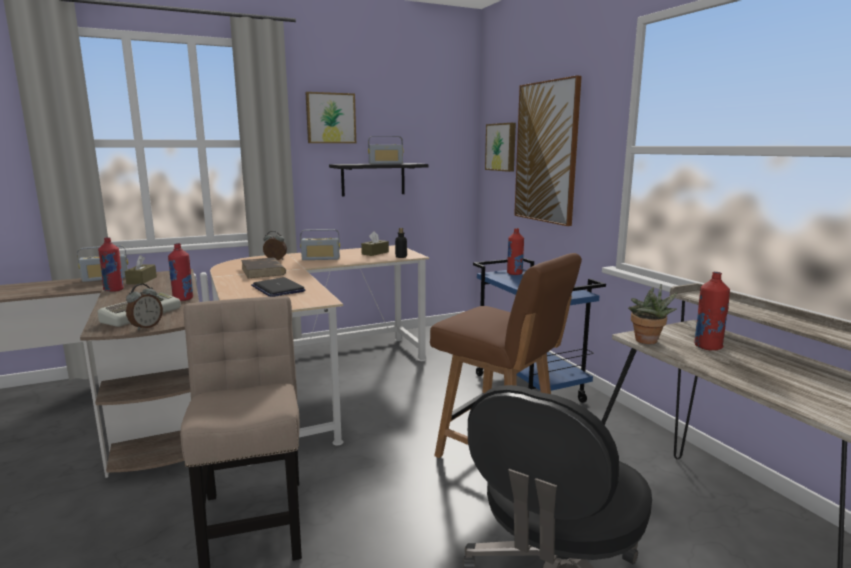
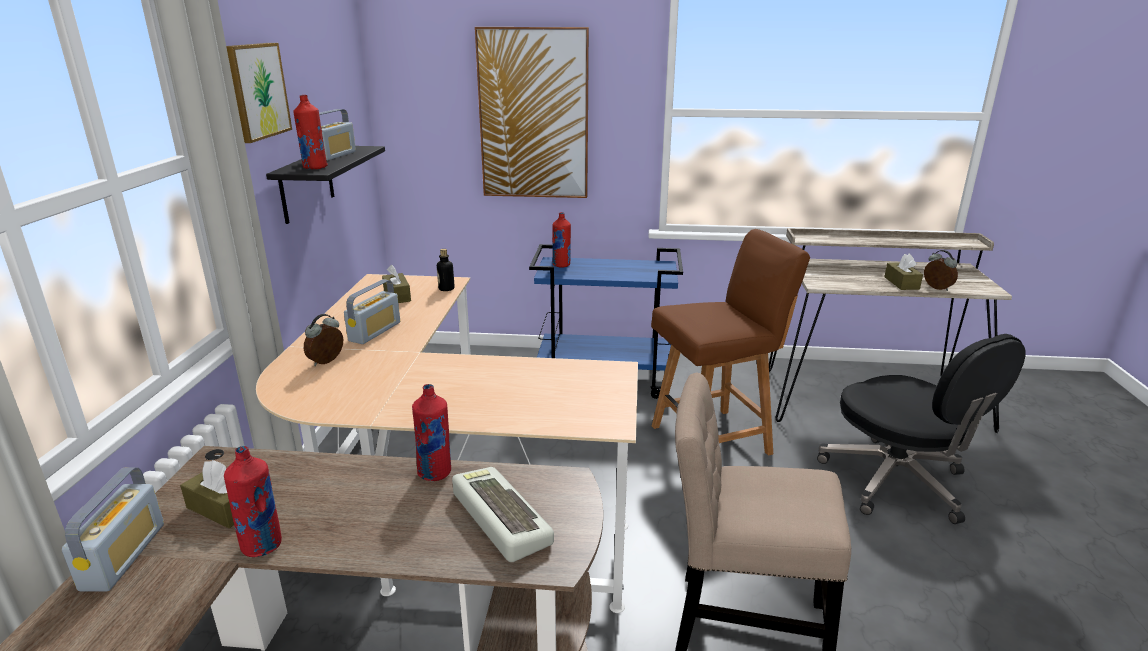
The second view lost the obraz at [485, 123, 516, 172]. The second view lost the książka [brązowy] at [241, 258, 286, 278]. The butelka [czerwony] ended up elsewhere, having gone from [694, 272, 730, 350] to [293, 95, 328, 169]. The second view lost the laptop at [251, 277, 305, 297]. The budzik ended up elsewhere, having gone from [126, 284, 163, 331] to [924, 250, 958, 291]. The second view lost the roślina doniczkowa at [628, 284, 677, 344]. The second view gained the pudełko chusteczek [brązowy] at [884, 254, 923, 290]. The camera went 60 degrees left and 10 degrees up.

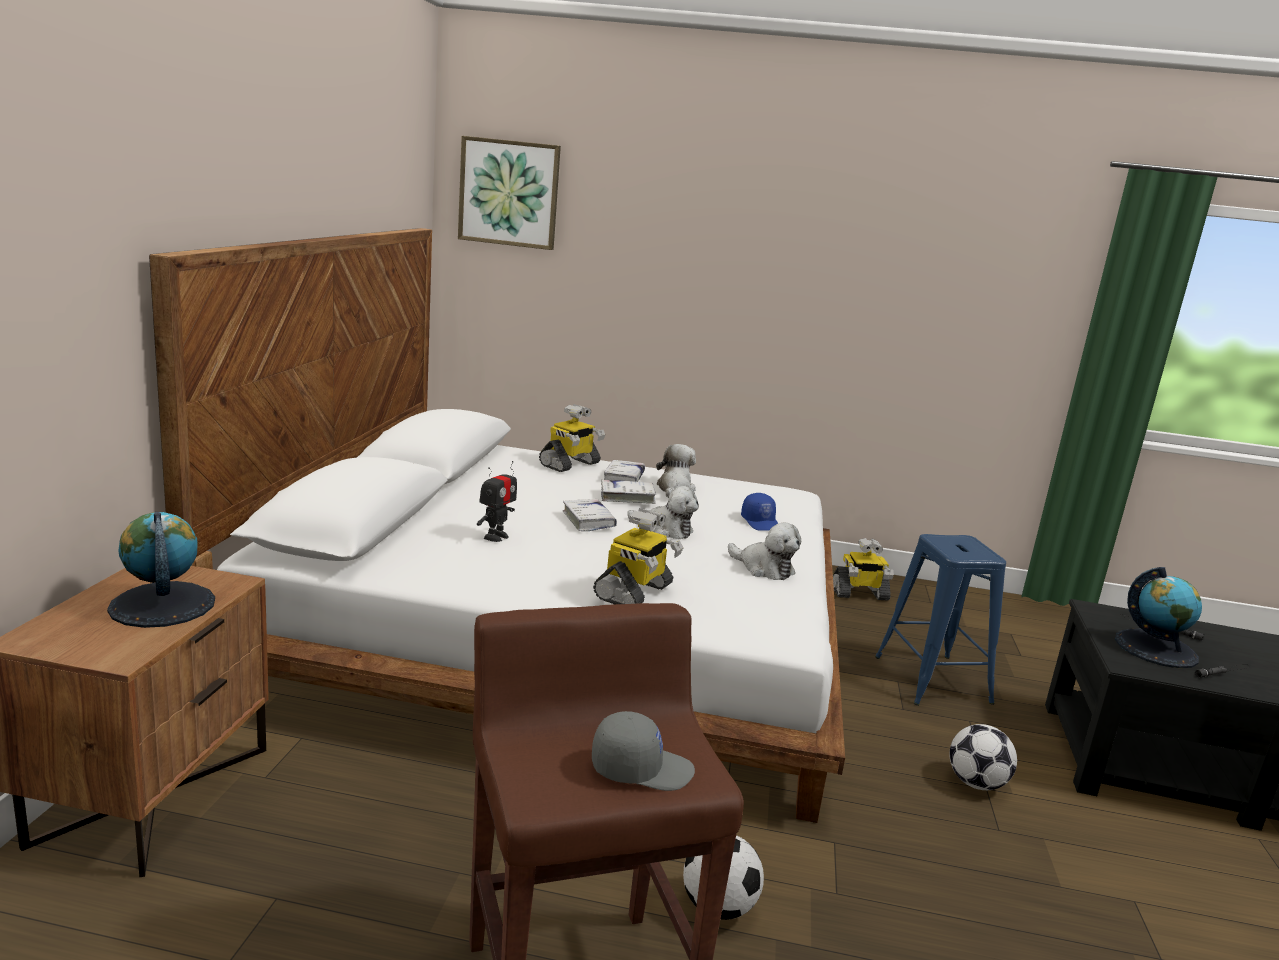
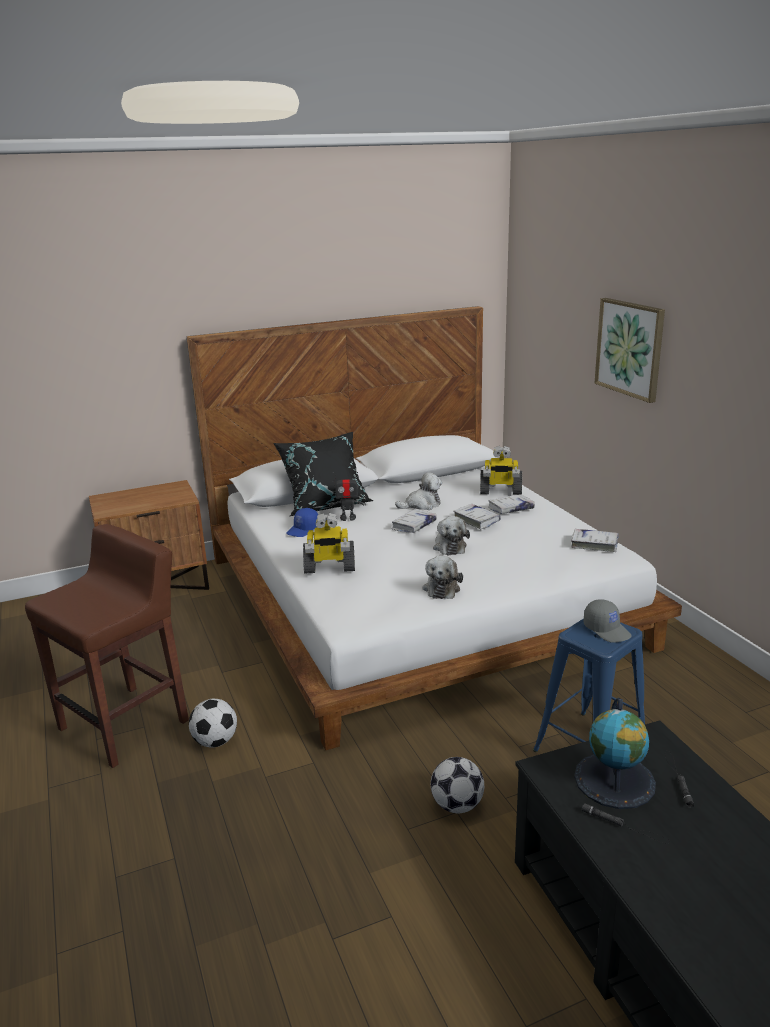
The obraz ended up elsewhere, having gone from [458, 136, 561, 250] to [595, 298, 665, 403]. The pluszak ended up elsewhere, having gone from [656, 444, 696, 498] to [395, 472, 442, 510]. The czapka z daszkiem [niebieski] ended up elsewhere, having gone from [741, 493, 778, 531] to [286, 508, 318, 537]. The second view lost the globus at [107, 512, 215, 628]. The second view lost the robot zabawkowy at [833, 538, 894, 601]. The czapka z daszkiem [szary] ended up elsewhere, having gone from [592, 711, 695, 791] to [584, 599, 632, 643]. The second view gained the poduszka [czarny] at [273, 432, 374, 516]. The second view gained the książka [biały] at [571, 529, 619, 552]. The camera went 60 degrees right and 5 degrees up.

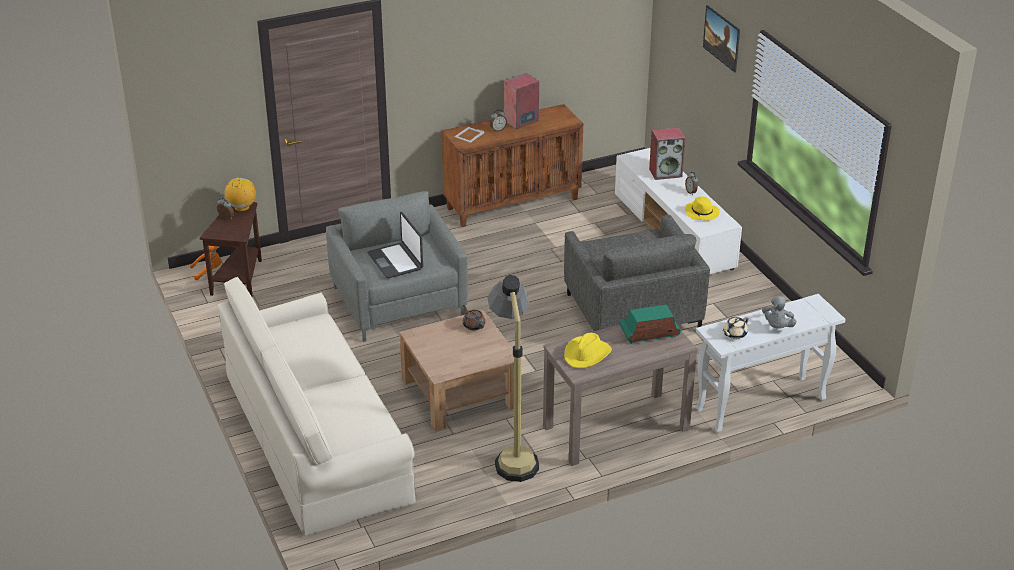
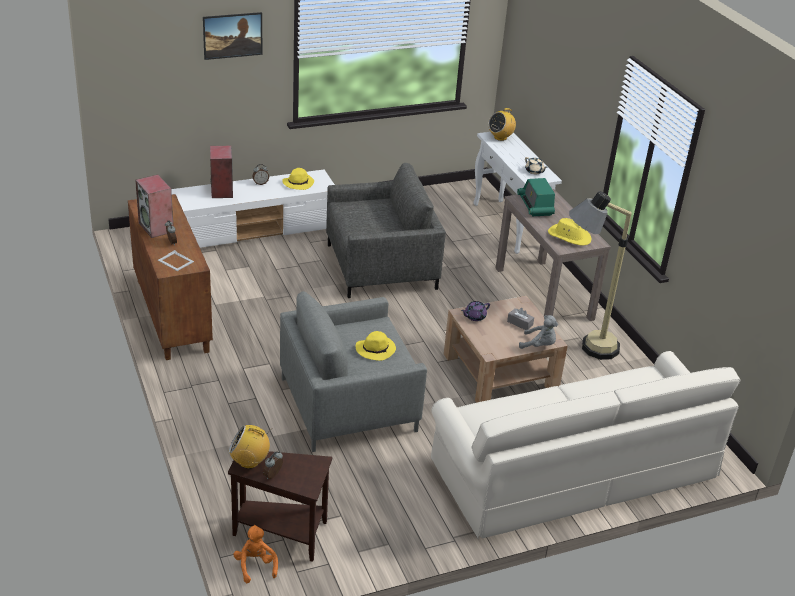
Where the laptop stood at [368, 212, 423, 278], the kapelusz [żółty] came to stand at [356, 331, 396, 361]. The pluszak [szary] ended up elsewhere, having gone from [762, 296, 797, 329] to [519, 315, 558, 349]. What was the imbryk [brązowy] at [463, 305, 485, 330] turned into the imbryk [fioletowy] at [461, 301, 490, 321]. The second view gained the radio at [488, 108, 516, 141]. The second view gained the pudełko chusteczek [szary] at [507, 308, 534, 330]. The camera went 90 degrees left and 0 degrees up.

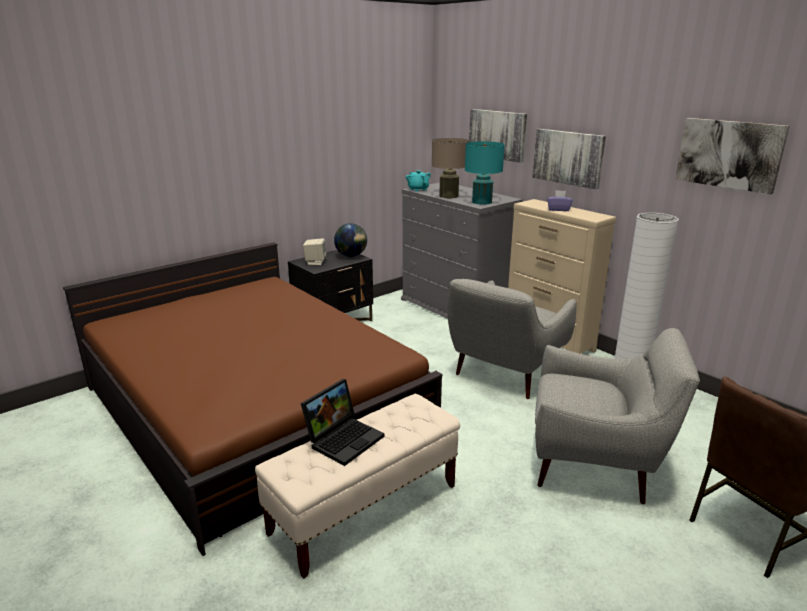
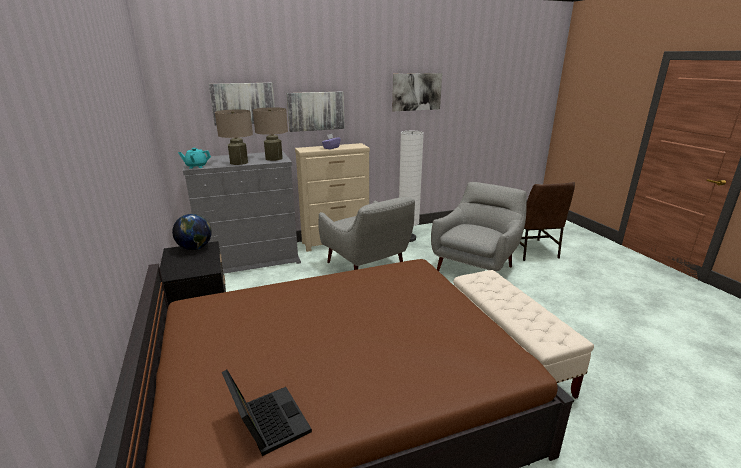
What was the lampa stołowa [turkusowy] at [465, 141, 505, 205] turned into the lampa stołowa [beżowy] at [253, 107, 288, 161]. The second view lost the głośnik [beżowy] at [303, 238, 327, 265]. The laptop ended up elsewhere, having gone from [301, 379, 384, 466] to [222, 370, 312, 456]. The camera went 70 degrees left and 0 degrees up.

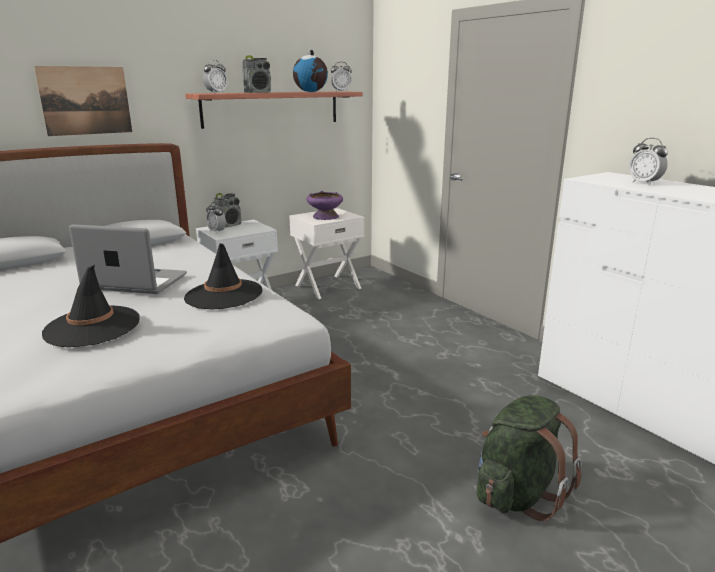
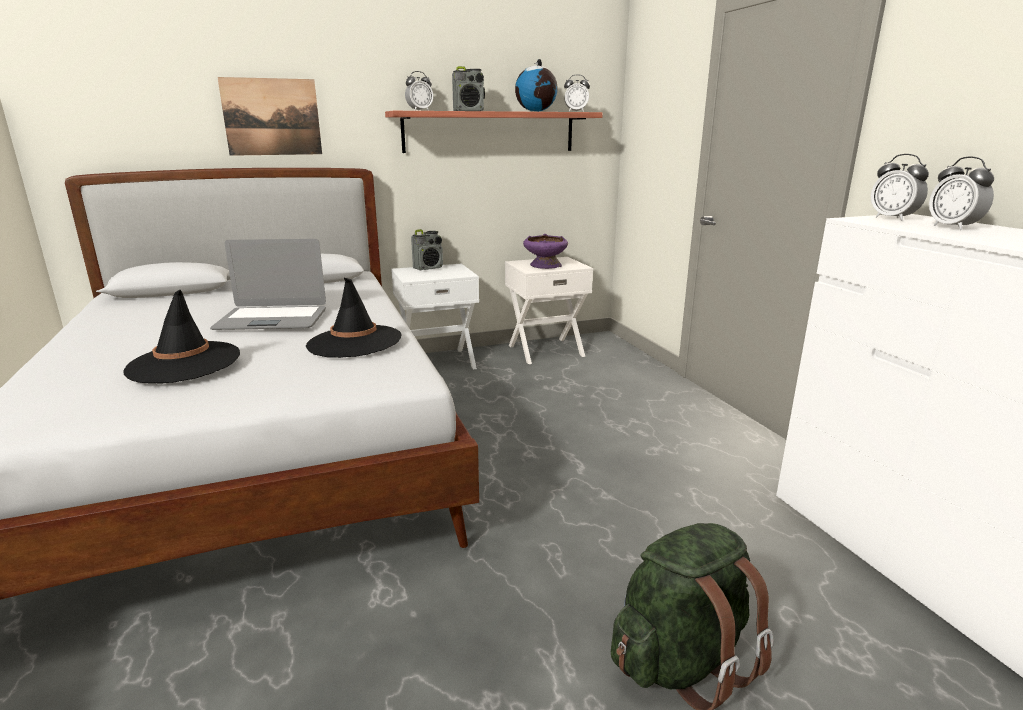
The budzik ended up elsewhere, having gone from [206, 202, 226, 233] to [871, 154, 929, 221]. The laptop at [69, 224, 187, 294] ended up facing another way, 150 degrees clockwise from before. The camera went 15 degrees right and 0 degrees up.

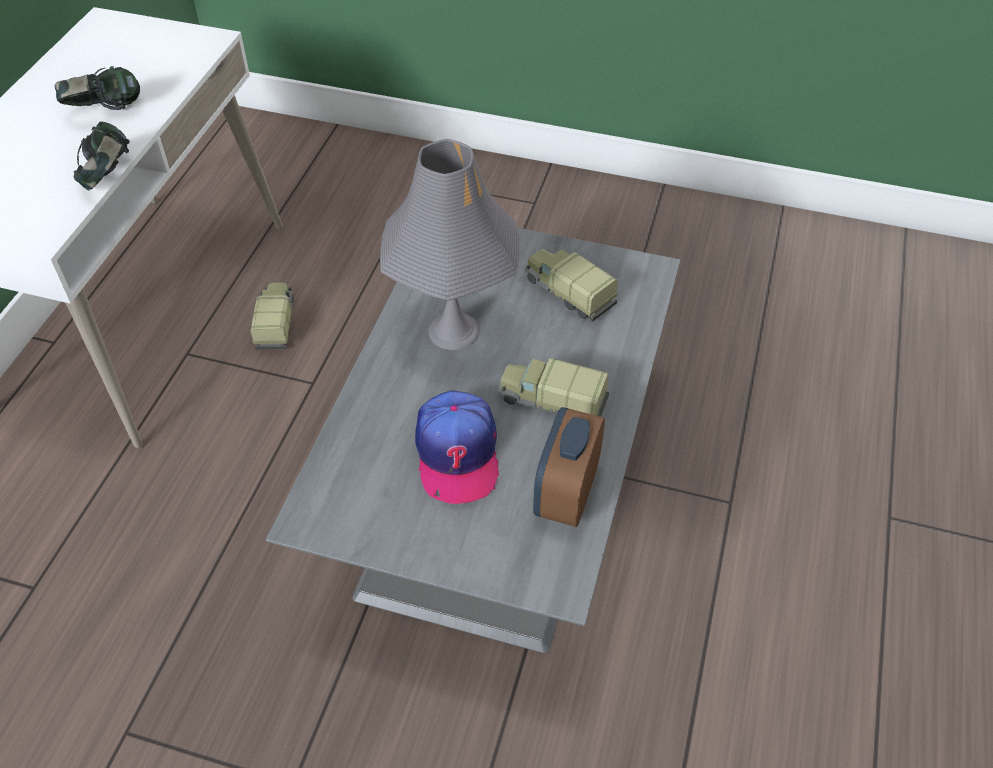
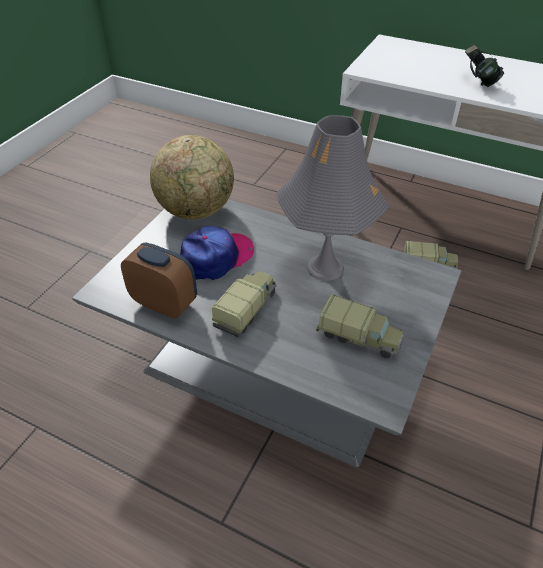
The second view lost the słuchawki at [74, 122, 130, 190]. The ciężarówka zabawkowa at [524, 249, 618, 322] ended up facing another way, 60 degrees clockwise from before. The czapka z daszkiem at [415, 390, 499, 504] ended up facing another way, 135 degrees clockwise from before. The second view gained the globus at [150, 135, 234, 220]. The camera went 100 degrees right and 5 degrees down.

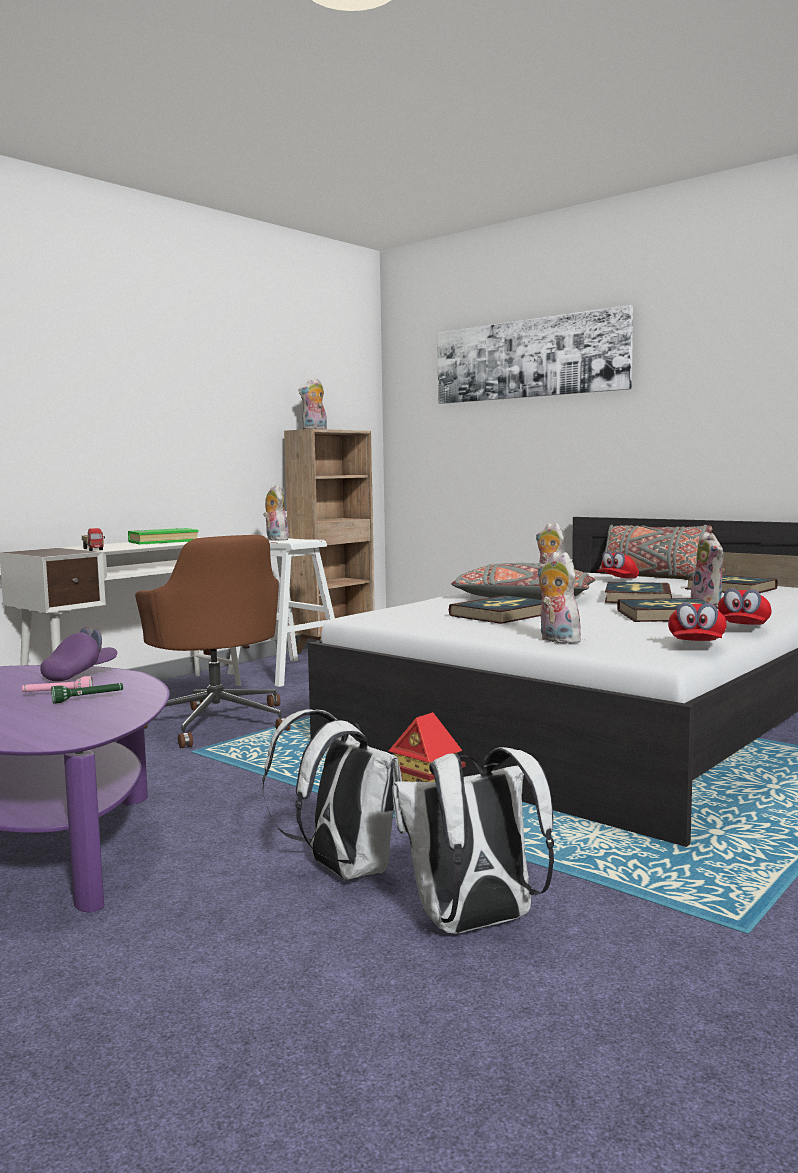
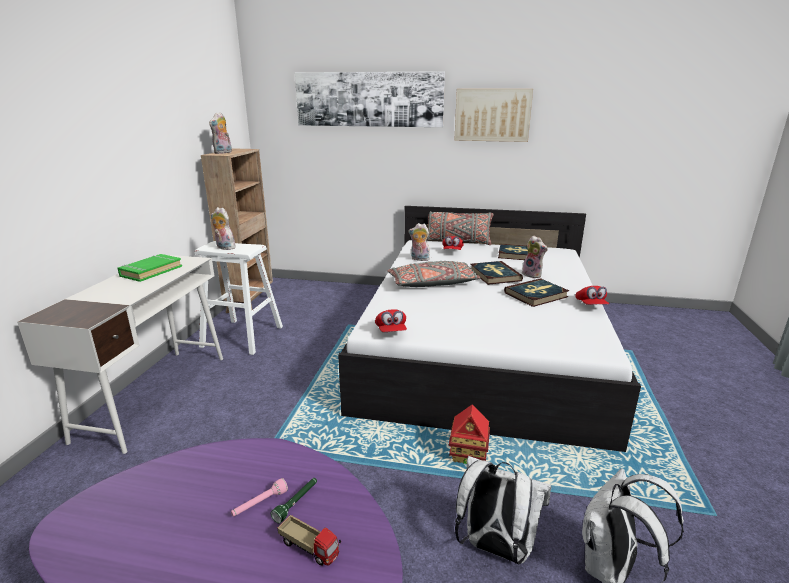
The ciężarówka zabawkowa ended up elsewhere, having gone from [82, 528, 105, 551] to [278, 515, 341, 566]. The second view lost the krzesło biurowe [brązowy] at [135, 535, 290, 748]. The second view lost the pluszak at [537, 552, 584, 644]. The second view lost the książka at [449, 595, 542, 624]. The czapka z daszkiem [czerwony] ended up elsewhere, having gone from [668, 602, 726, 641] to [375, 309, 407, 332]. The second view lost the czapka z daszkiem [fioletowy] at [40, 628, 117, 681]. The second view gained the obraz at [454, 89, 533, 142]. The camera went 30 degrees left and 15 degrees up.

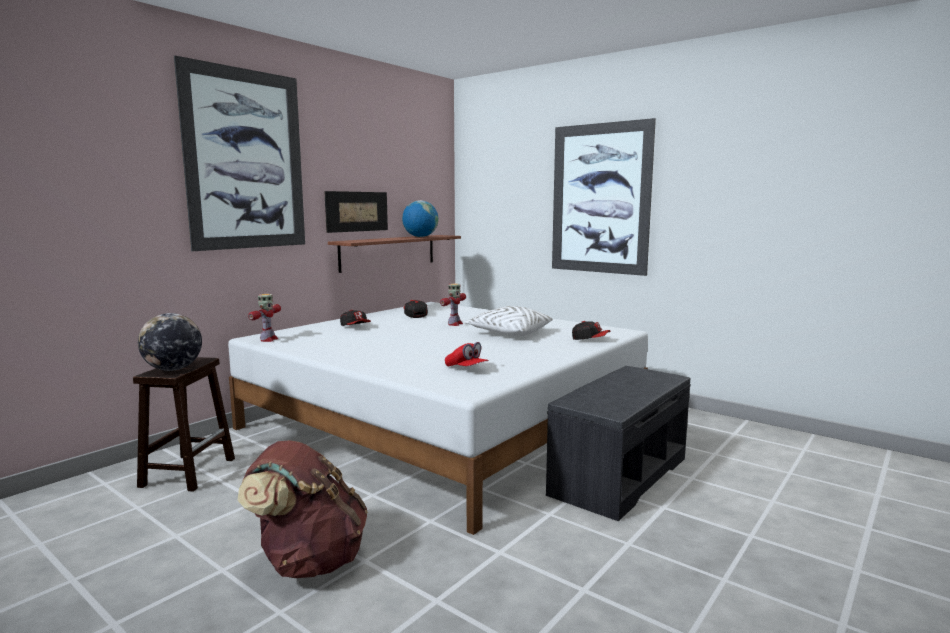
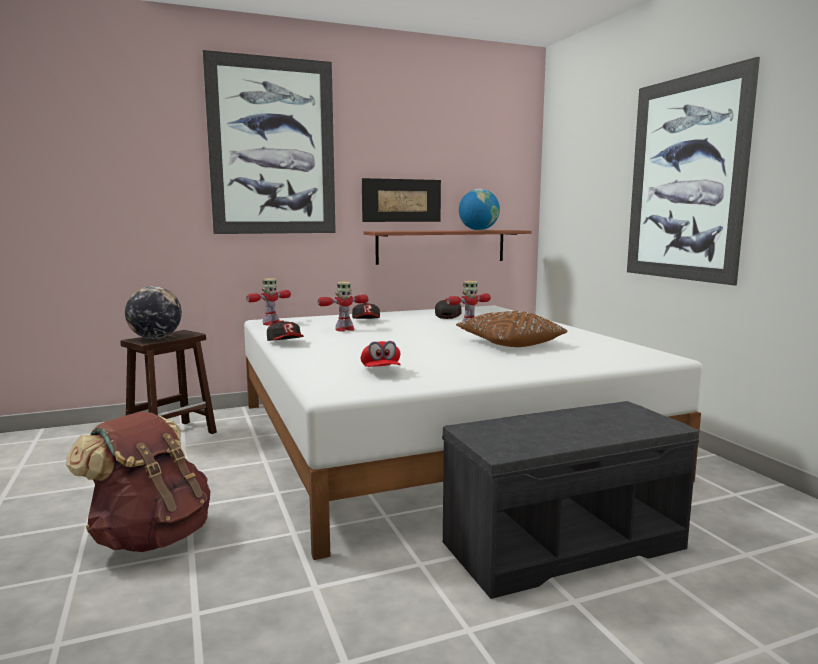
What was the poduszka [biały] at [465, 306, 553, 336] turned into the poduszka [brązowy] at [456, 311, 568, 347]. The czapka z daszkiem ended up elsewhere, having gone from [572, 321, 611, 340] to [267, 320, 304, 341]. The second view gained the robot zabawkowy at [317, 282, 368, 332]. The camera went 30 degrees right and 0 degrees up.

